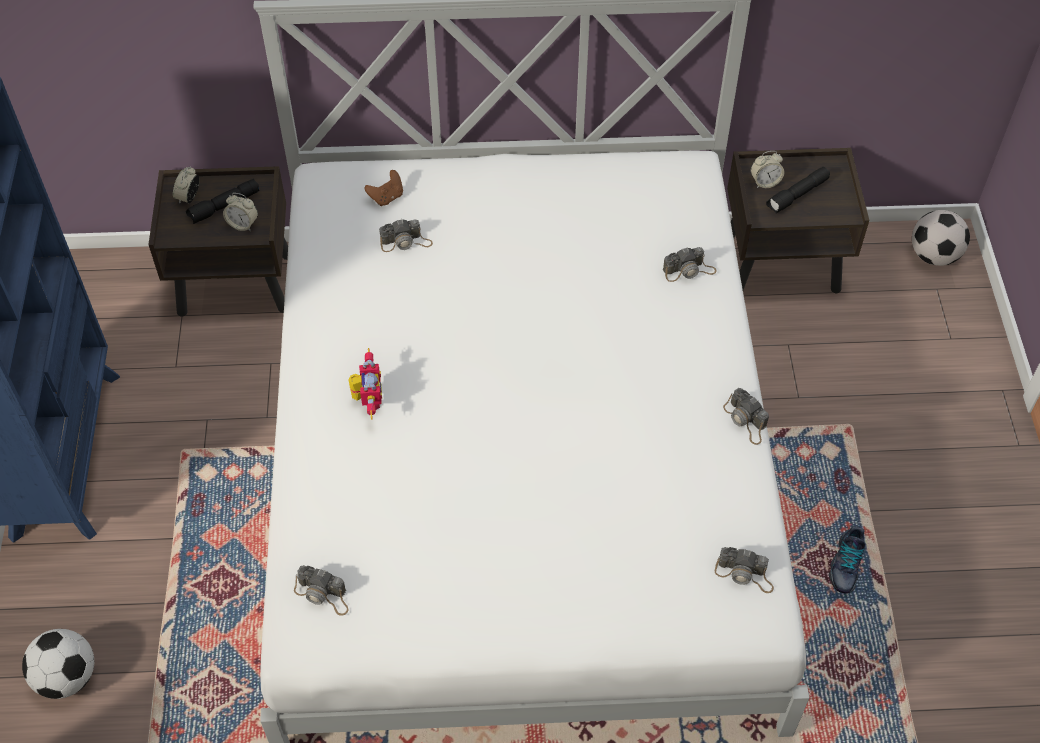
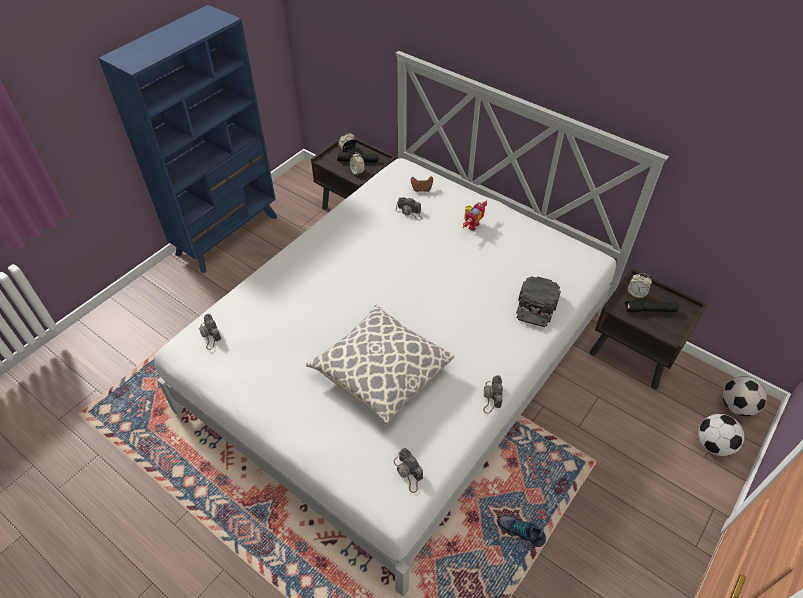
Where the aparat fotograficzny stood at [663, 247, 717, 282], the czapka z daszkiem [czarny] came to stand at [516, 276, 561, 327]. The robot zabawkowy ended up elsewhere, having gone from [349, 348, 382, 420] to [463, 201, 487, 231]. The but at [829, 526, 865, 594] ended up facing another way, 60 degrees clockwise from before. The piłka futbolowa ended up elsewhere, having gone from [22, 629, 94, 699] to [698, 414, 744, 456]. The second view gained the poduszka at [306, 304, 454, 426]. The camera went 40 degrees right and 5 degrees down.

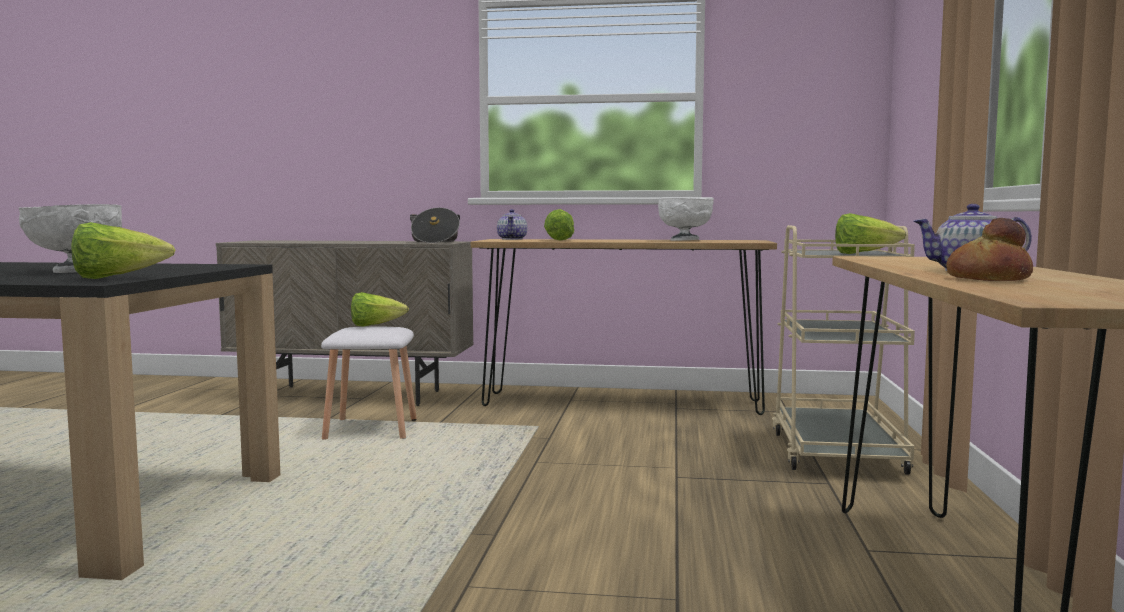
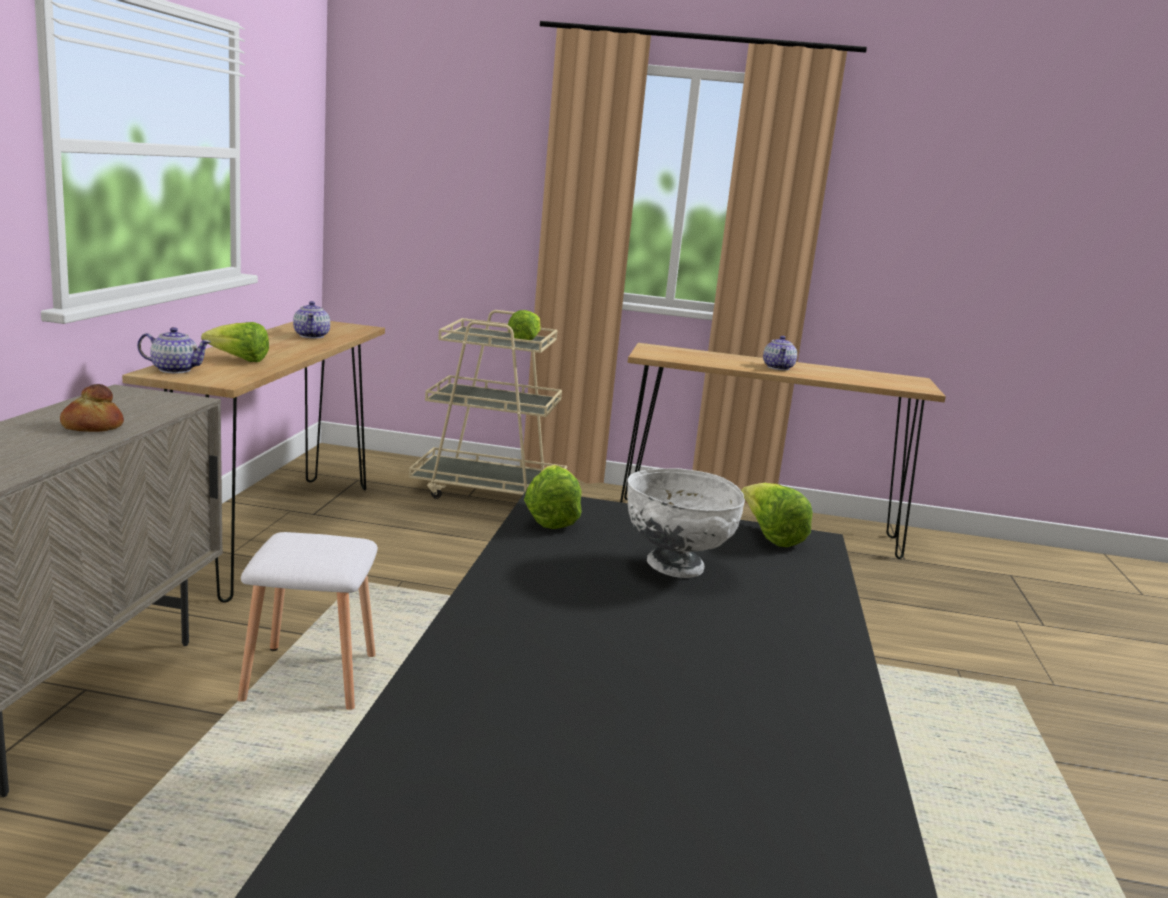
Where the miska [biały] stood at [658, 198, 713, 241], the imbryk came to stand at [293, 301, 330, 338]. The second view lost the garnek at [410, 208, 460, 243]. The chleb ended up elsewhere, having gone from [946, 218, 1033, 281] to [60, 384, 124, 432]. The sałata ended up elsewhere, having gone from [351, 292, 409, 327] to [524, 465, 582, 529]. The camera went 90 degrees left and 10 degrees up.

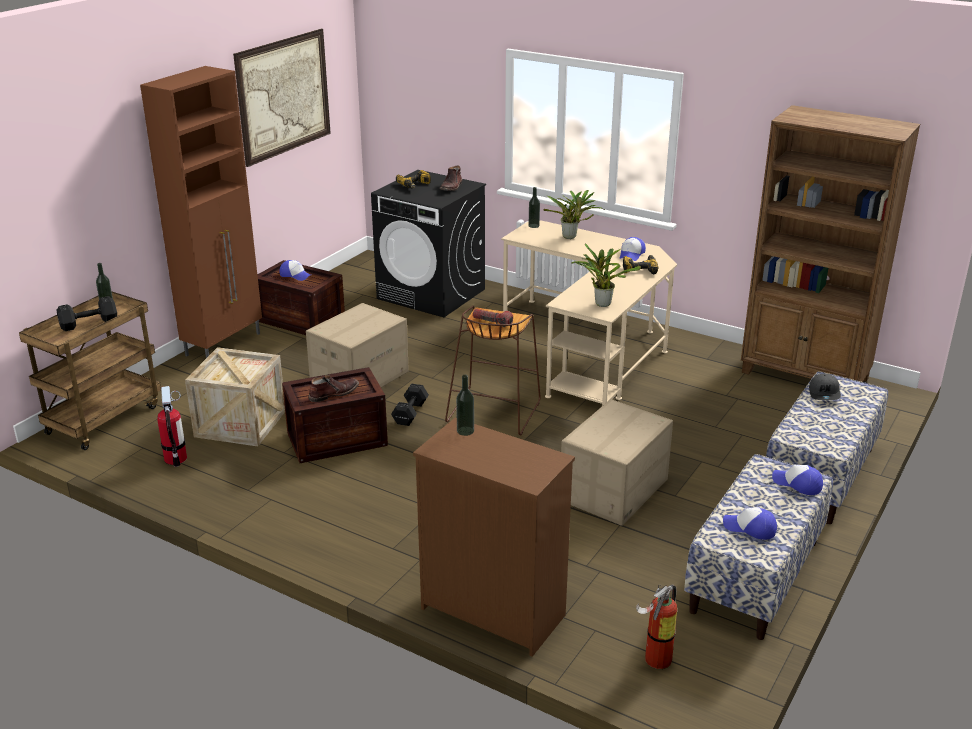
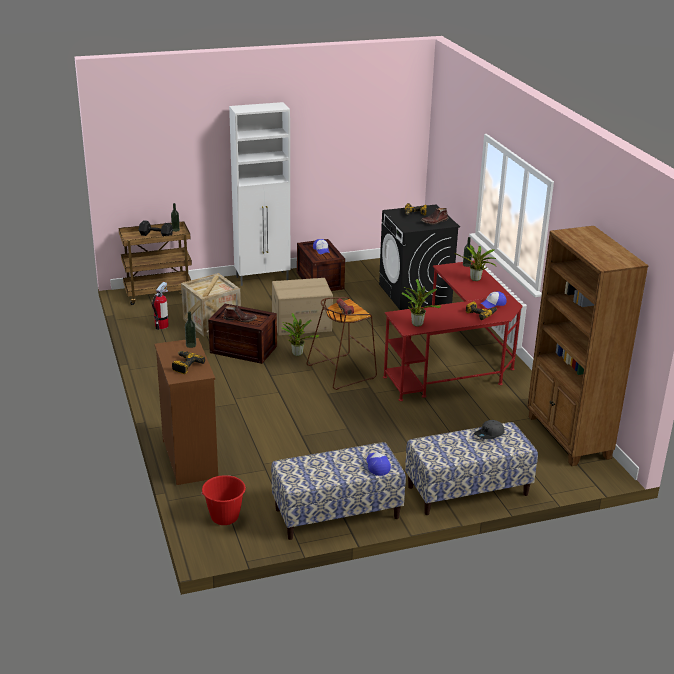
The second view lost the obraz at [233, 29, 331, 167]. What was the szafka [brązowy] at [140, 66, 262, 358] turned into the szafka [biały] at [229, 102, 290, 286]. What was the biurko [beżowy] at [501, 220, 677, 406] turned into the biurko [czerwony] at [383, 260, 523, 401]. Where the hantel [czarny] stood at [391, 384, 429, 426], the roślina doniczkowa came to stand at [282, 313, 319, 356]. The second view lost the karton at [561, 399, 673, 526]. The second view lost the czapka z daszkiem at [723, 507, 777, 540]. Where the gaśnica stood at [636, 585, 677, 669], the wiadro [czerwony] came to stand at [201, 475, 246, 525]. The second view gained the wiertarka at [172, 351, 205, 374]. The camera went 40 degrees right and 0 degrees up.

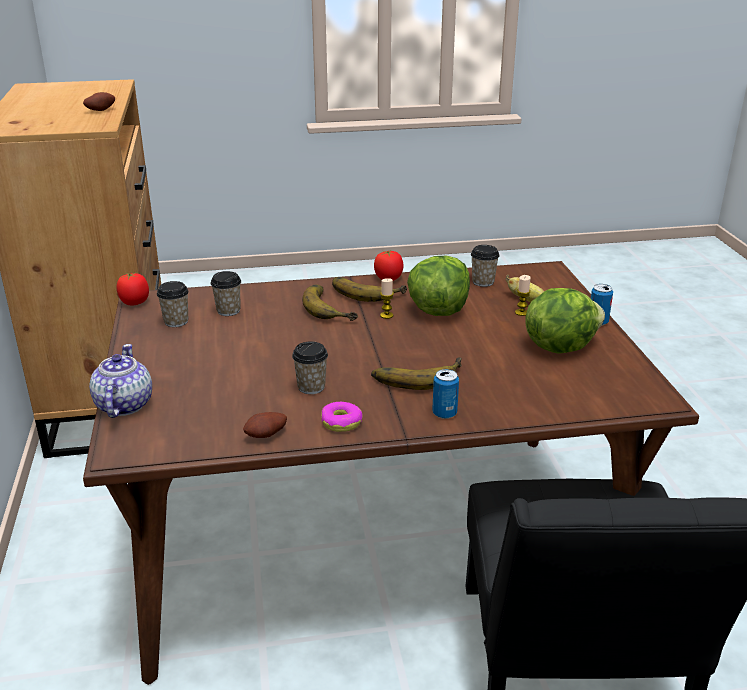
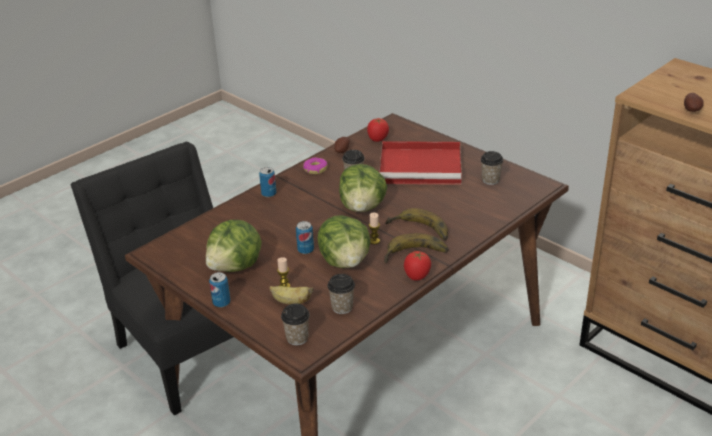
The filiżanka ended up elsewhere, having gone from [211, 271, 241, 316] to [281, 304, 310, 345]. The pomidor ended up elsewhere, having gone from [116, 272, 149, 305] to [367, 118, 389, 142]. The second view lost the imbryk at [89, 344, 152, 418]. The second view lost the banan at [371, 357, 462, 390]. The second view gained the taca [czerwony] at [379, 141, 462, 185]. The second view gained the sałata at [339, 164, 387, 212]. The second view gained the puszka at [296, 221, 314, 254]. The camera went 145 degrees right and 5 degrees up.

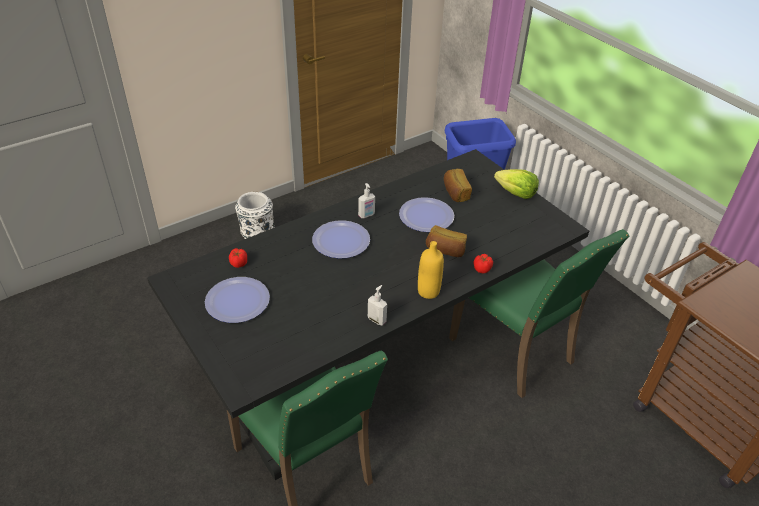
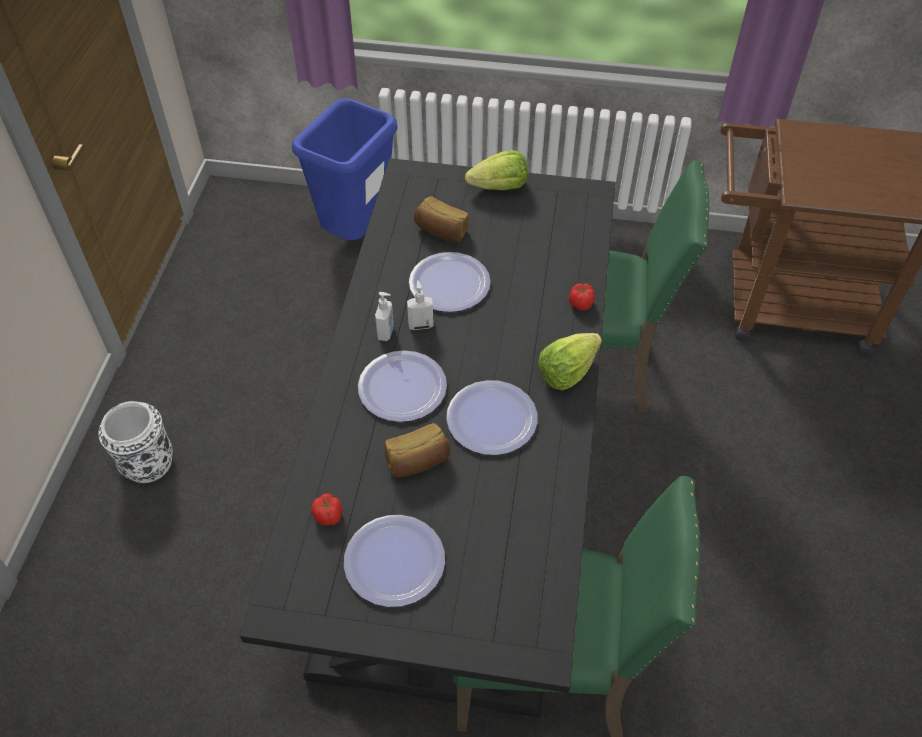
The chleb ended up elsewhere, having gone from [426, 225, 467, 257] to [385, 423, 451, 478]. Where the butelka [żółty] stood at [418, 241, 444, 299], the sałata came to stand at [538, 333, 602, 391]. The dozownik mydła ended up elsewhere, having gone from [368, 285, 387, 326] to [407, 280, 434, 330]. The second view gained the talerz at [446, 380, 538, 455]. The camera went 45 degrees left and 10 degrees up.

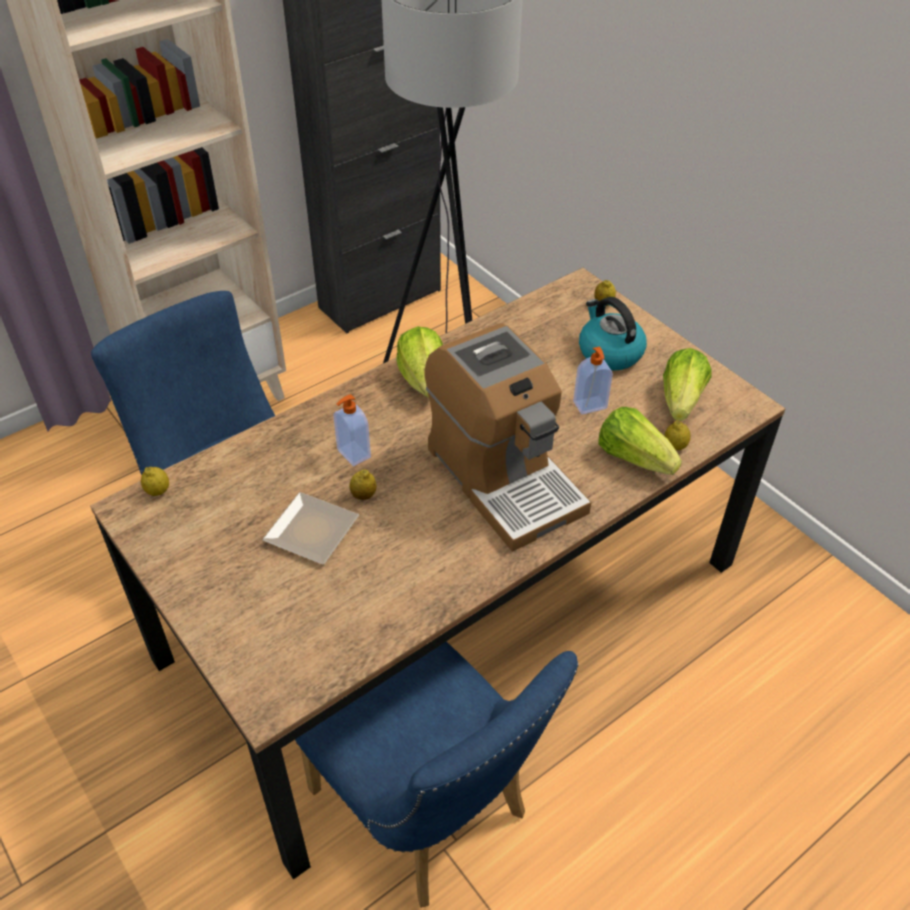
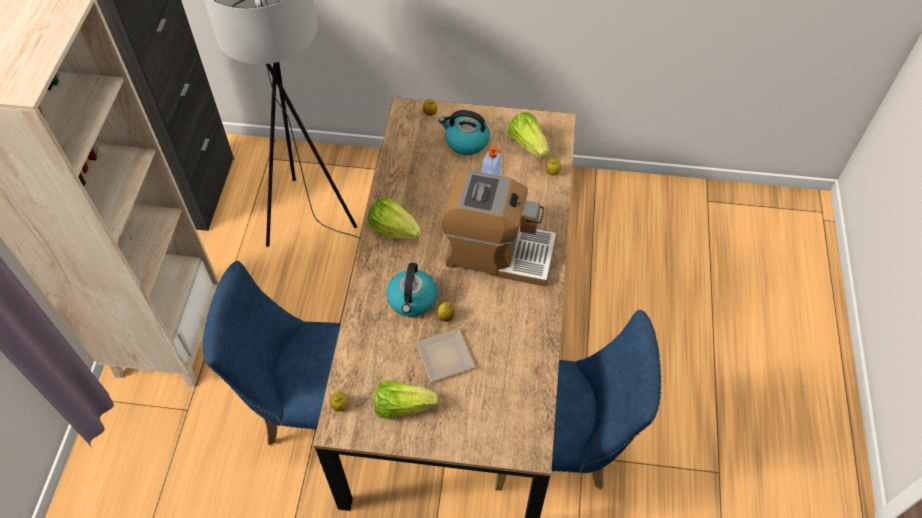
Where the dozownik mydła stood at [333, 394, 371, 466], the czajnik came to stand at [386, 263, 437, 317]. The sałata ended up elsewhere, having gone from [598, 407, 682, 475] to [374, 380, 439, 419]. The camera went 45 degrees left and 10 degrees up.

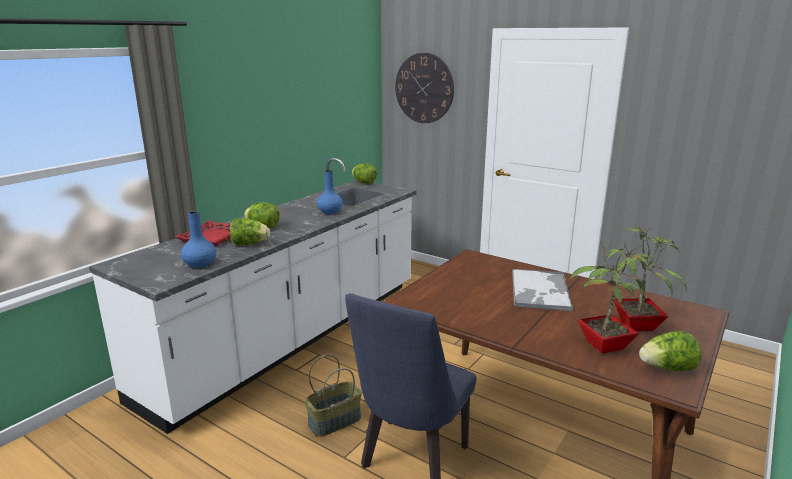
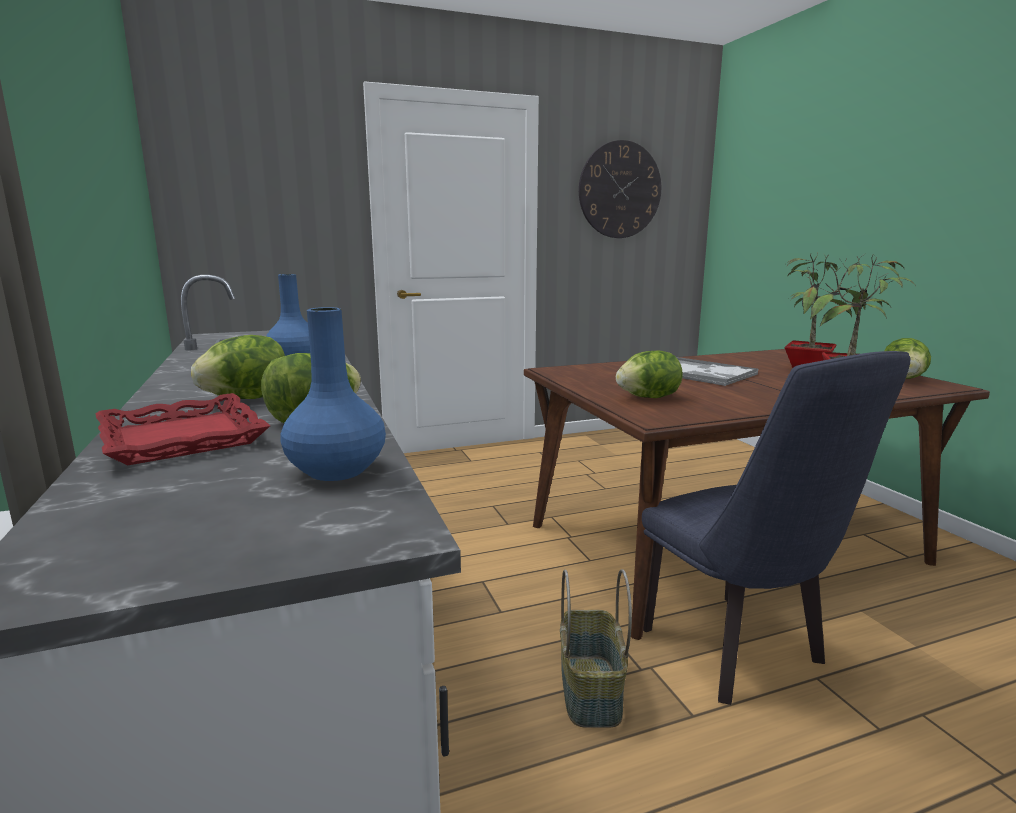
The zegar ścienny ended up elsewhere, having gone from [395, 53, 454, 123] to [579, 140, 661, 238]. The sałata ended up elsewhere, having gone from [352, 163, 377, 184] to [616, 350, 683, 398]. The camera went 55 degrees left and 5 degrees down.

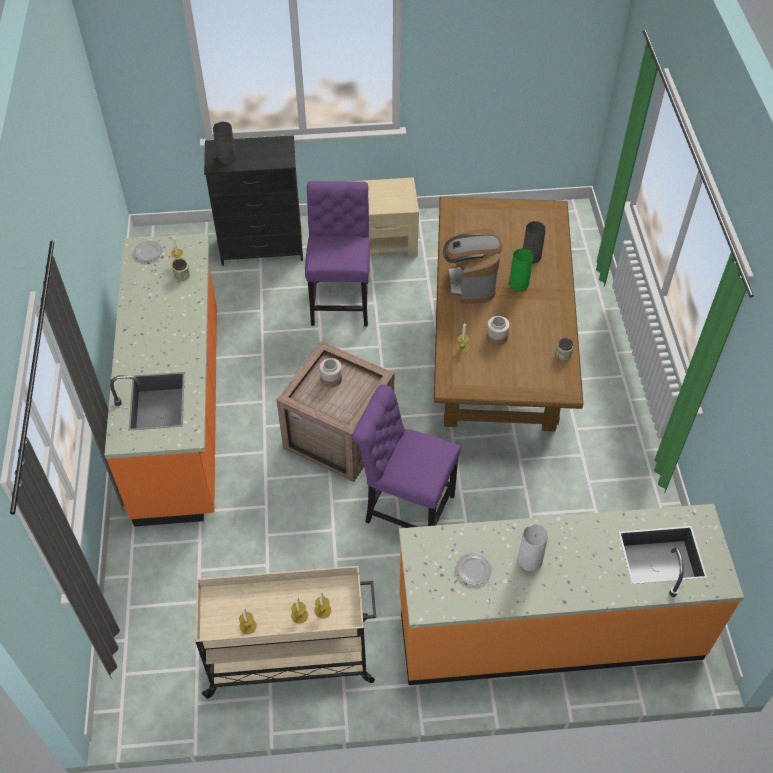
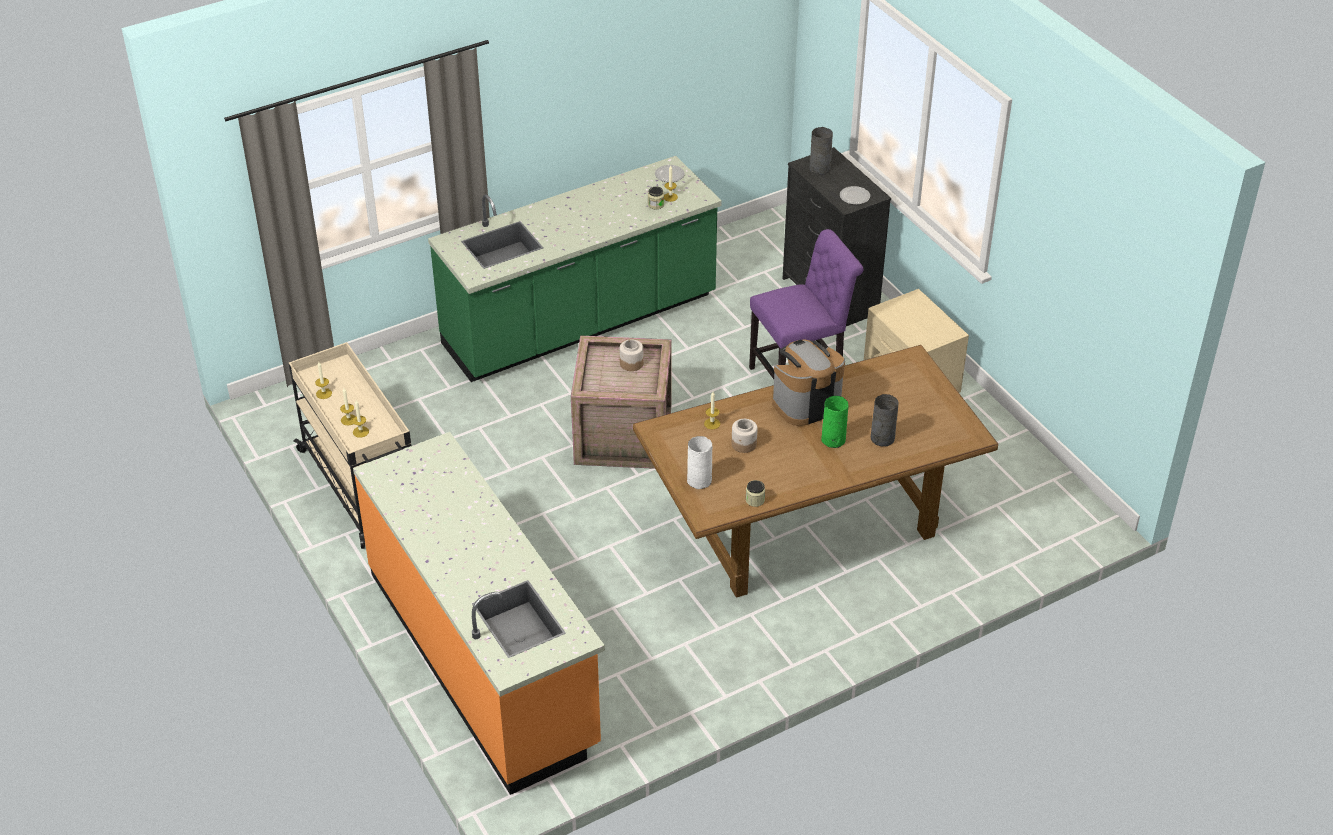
What was the zabudowa kuchenna [pomarańczowy] at [105, 234, 217, 527] turned into the zabudowa kuchenna [zielony] at [428, 156, 722, 382]. The second view lost the krzesło [fioletowy] at [352, 385, 461, 528]. The wazon [biały] ended up elsewhere, having gone from [518, 524, 548, 571] to [687, 436, 712, 489]. The talerz ended up elsewhere, having gone from [456, 553, 492, 585] to [840, 186, 870, 205]. The camera went 65 degrees right and 10 degrees down.

